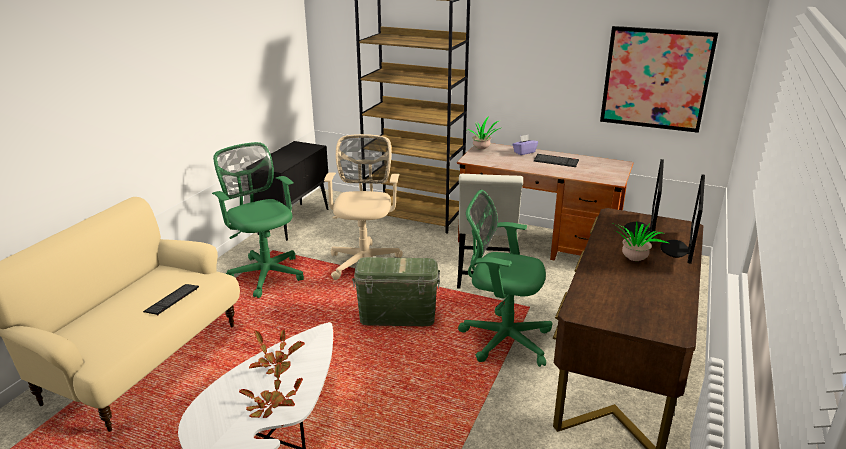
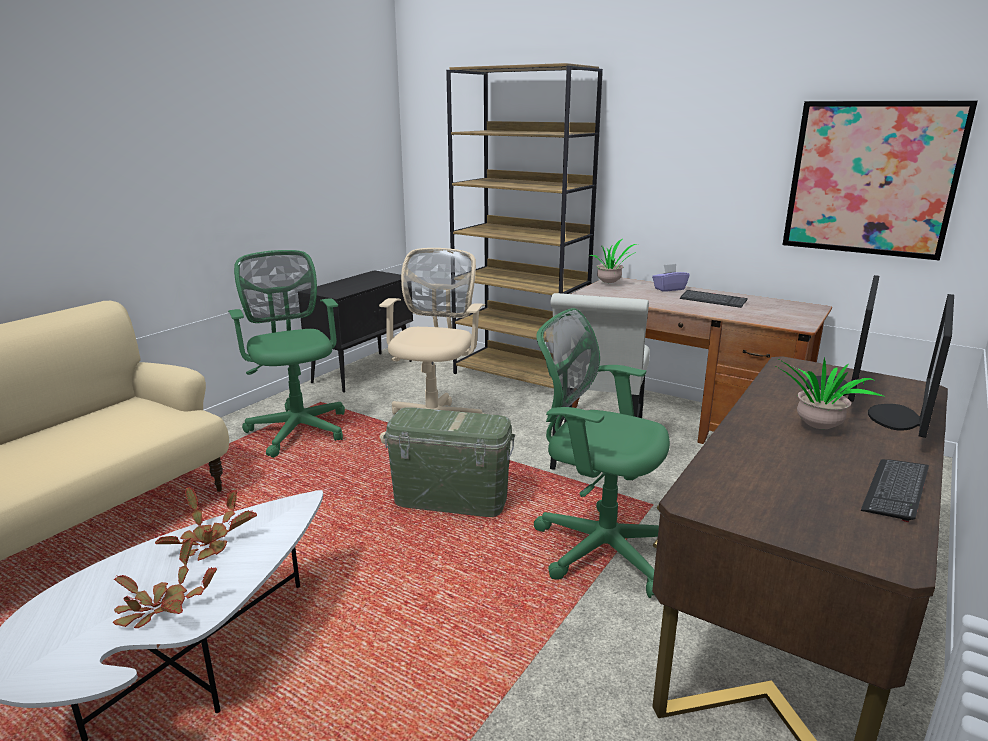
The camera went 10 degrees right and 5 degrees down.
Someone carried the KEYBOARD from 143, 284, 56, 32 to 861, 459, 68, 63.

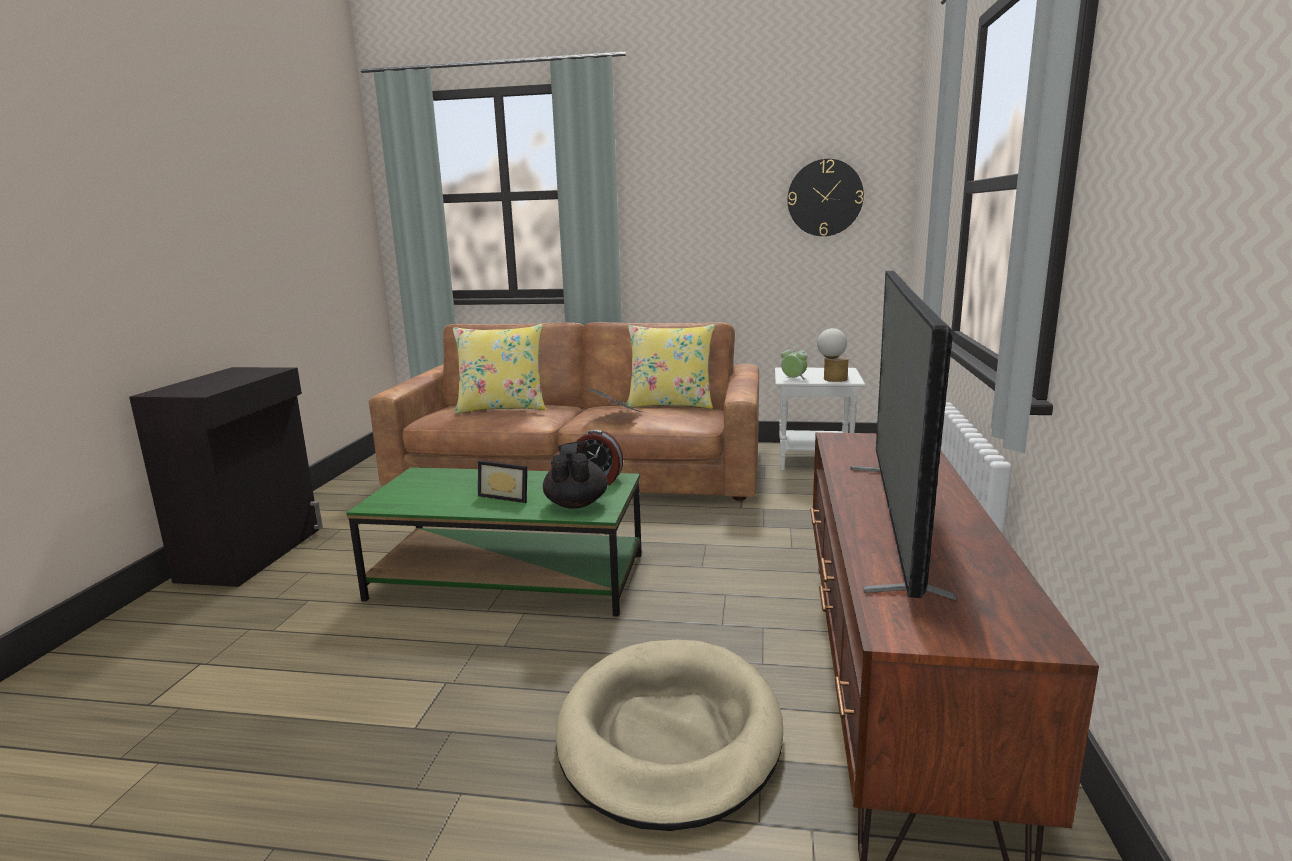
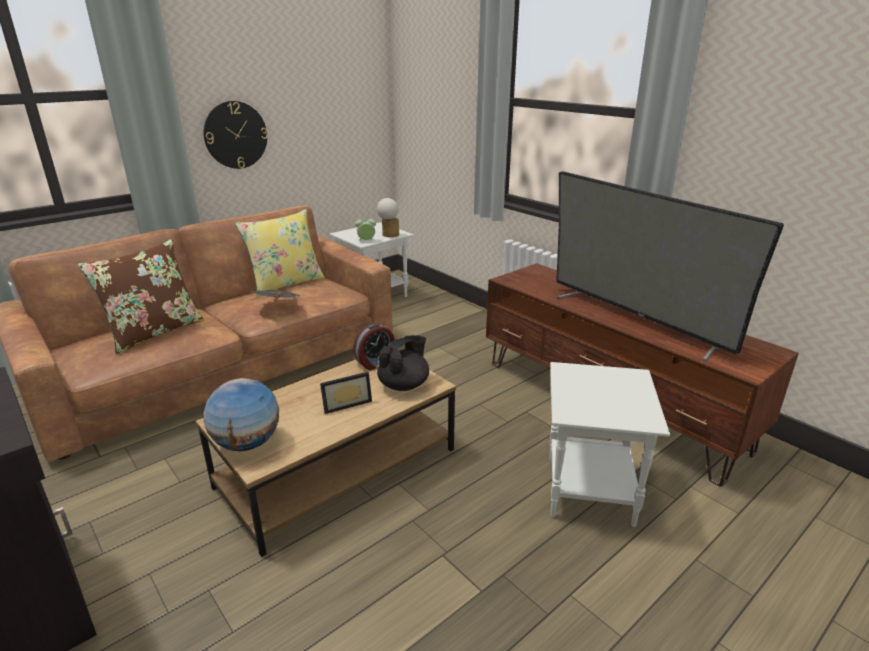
The camera went 50 degrees left and 10 degrees up.
Someone carried the WALL CLOCK from 788, 159, 76, 77 to 203, 101, 65, 68.
Someone repainted the YELLOW PILLOW at 453, 324, 93, 90, which became the BROWN PILLOW at 78, 239, 126, 115.
Someone rotated the BLACK TEAPOT at 543, 441, 65, 67 by 90 degrees clockwise.
Someone repainted the GREEN COFFEE TABLE at 346, 467, 296, 150, which became the BROWN COFFEE TABLE at 196, 359, 260, 198.
Someone swapped the BEIGE DOG BED at 556, 640, 227, 191 for the WHITE SIDE TABLE at 549, 362, 121, 165.
Someone put down the GLOBE at 203, 378, 76, 73.

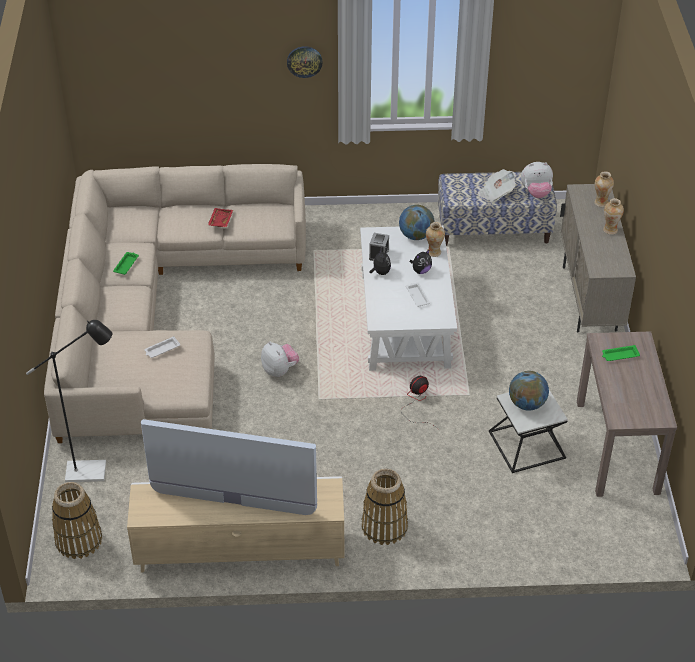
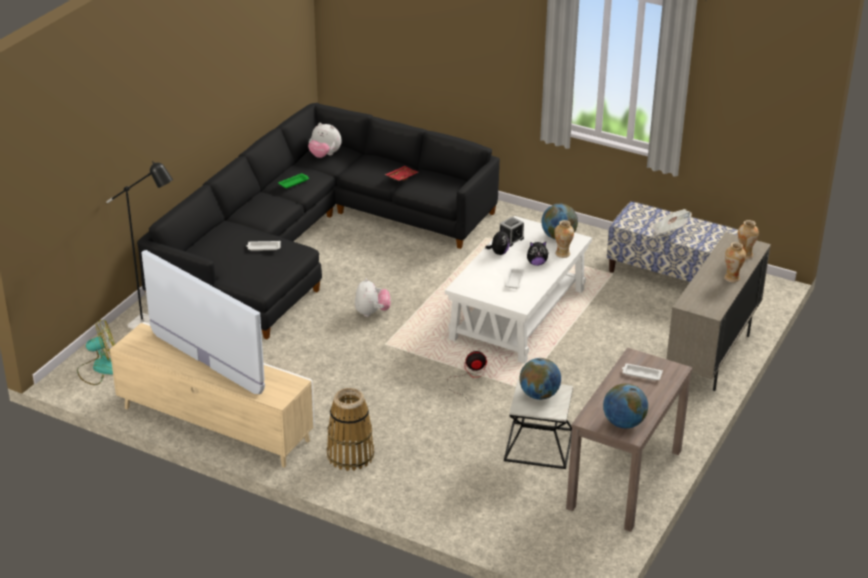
The camera went 30 degrees right and 10 degrees down.
Someone took away the WALL CLOCK at 287, 46, 35, 32.
Someone carried the PLUSH TOY from 521, 162, 32, 36 to 308, 123, 33, 35.
Someone repainted the BEIGE SOFA at 44, 164, 262, 279, which became the BLACK SOFA at 137, 103, 363, 236.
Someone repainted the GREEN TRAY at 602, 345, 38, 16, which became the WHITE TRAY at 622, 363, 41, 18.
Someone swapped the BASKET at 52, 482, 50, 77 for the FAN at 77, 320, 38, 65.
Someone put down the GLOBE at 603, 383, 45, 45.

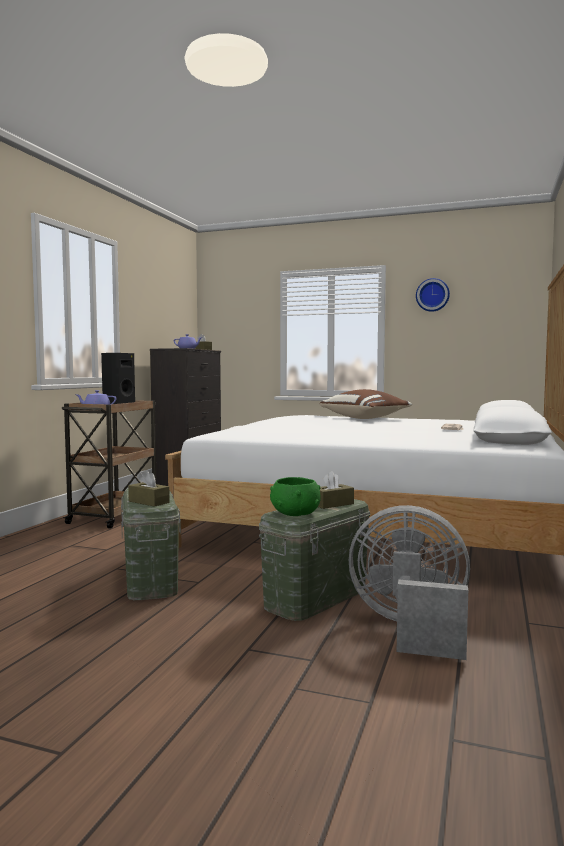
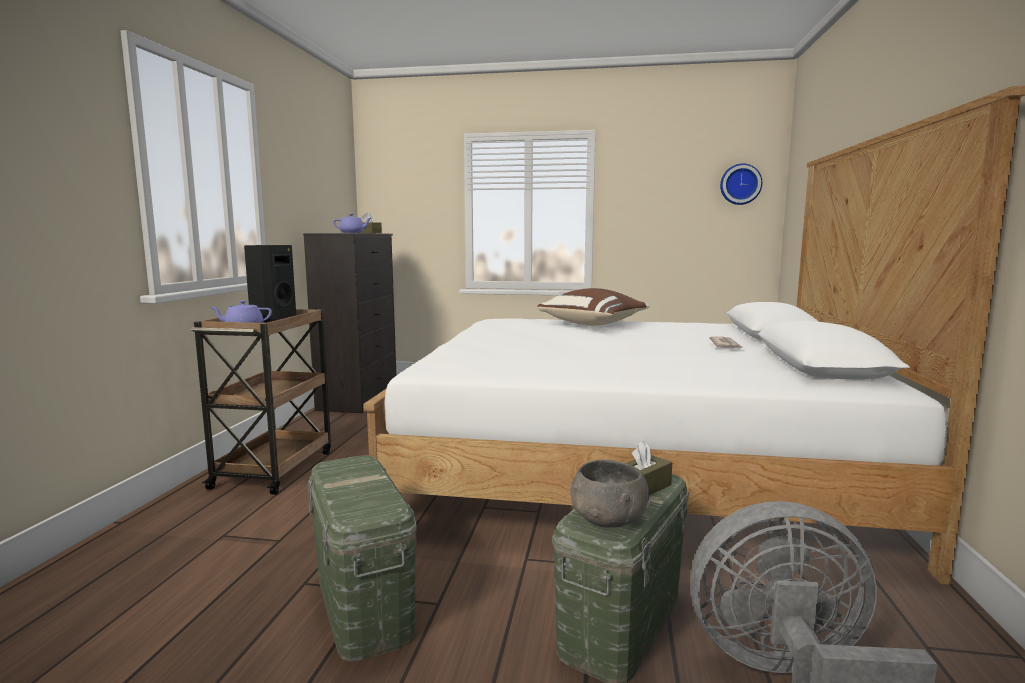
The camera went 10 degrees left and 5 degrees up.
Someone carried the WALL CLOCK from 416, 278, 34, 34 to 720, 163, 42, 42.
Someone took away the BROWN TISSUE BOX at 128, 470, 42, 37.
Someone repainted the GREEN BOWL at 270, 477, 51, 39, which became the GREY BOWL at 570, 460, 81, 68.

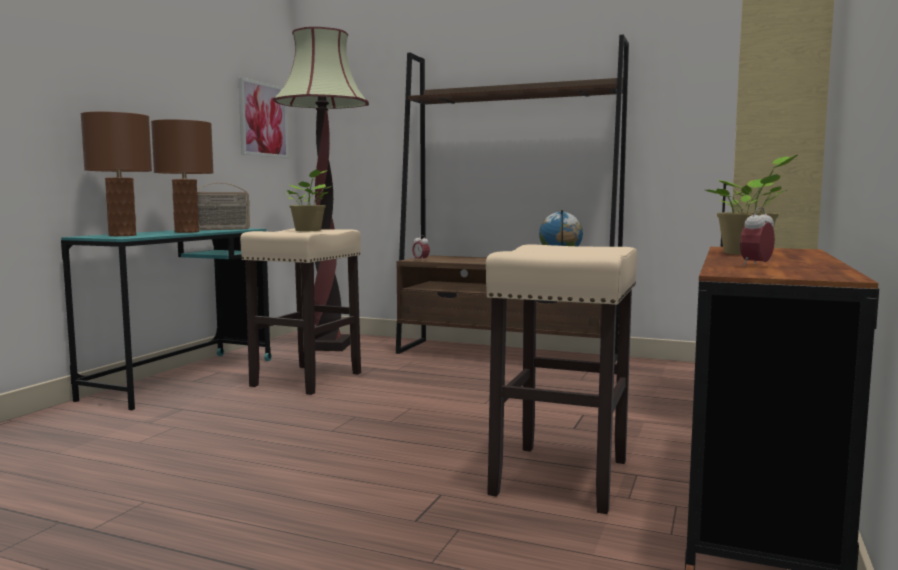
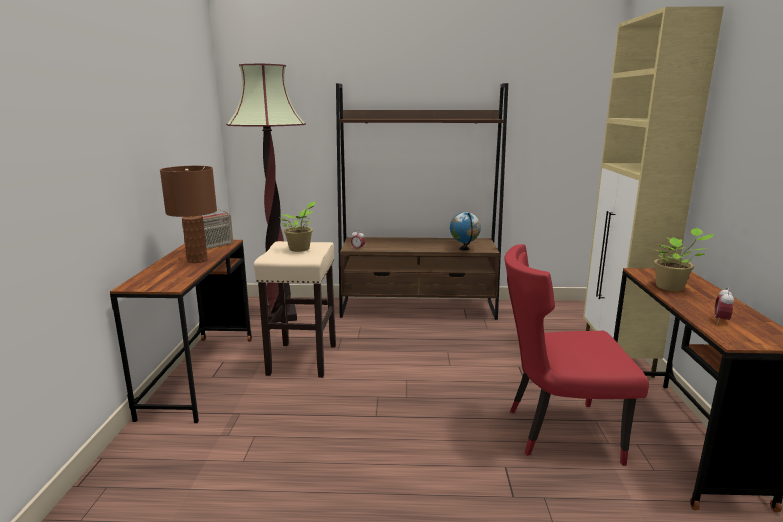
The camera went 20 degrees left and 10 degrees up.
Someone took away the PICTURE at 239, 77, 49, 81.
Someone took away the BROWN TABLE LAMP at 81, 112, 71, 124.
Someone repainted the TURQUOISE DESK at 61, 229, 211, 181, which became the BROWN DESK at 110, 240, 142, 183.
Someone swapped the BEIGE STOOL at 486, 244, 152, 270 for the RED CHAIR at 504, 244, 145, 222.

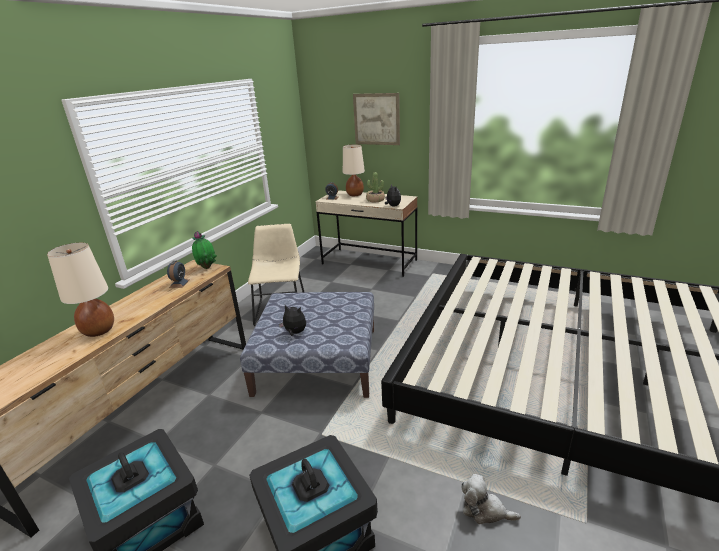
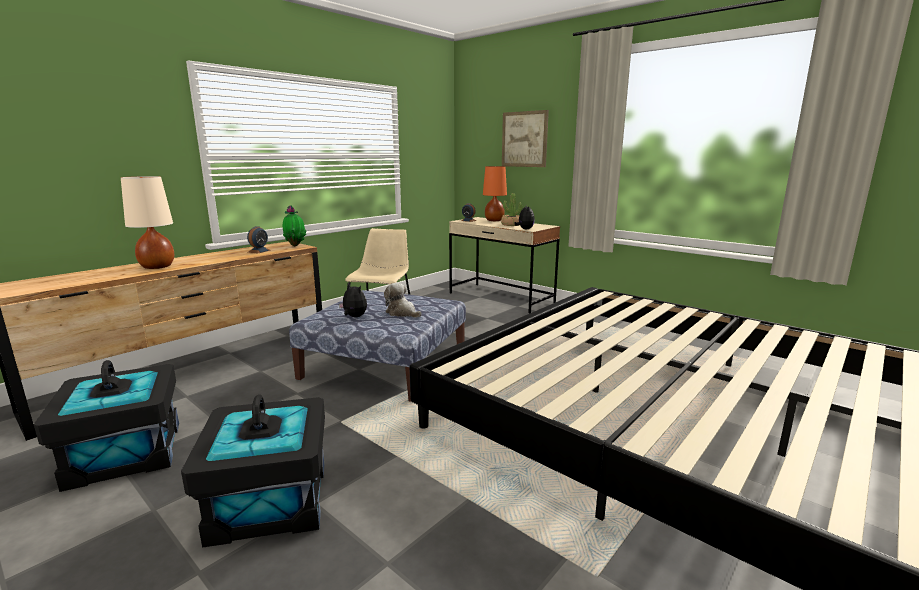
The camera went 15 degrees right and 10 degrees down.
Someone repainted the BEIGE TABLE LAMP at 343, 144, 22, 52, which became the ORANGE TABLE LAMP at 483, 166, 24, 55.
Someone carried the PLUSH TOY from 461, 474, 60, 50 to 384, 282, 38, 36.

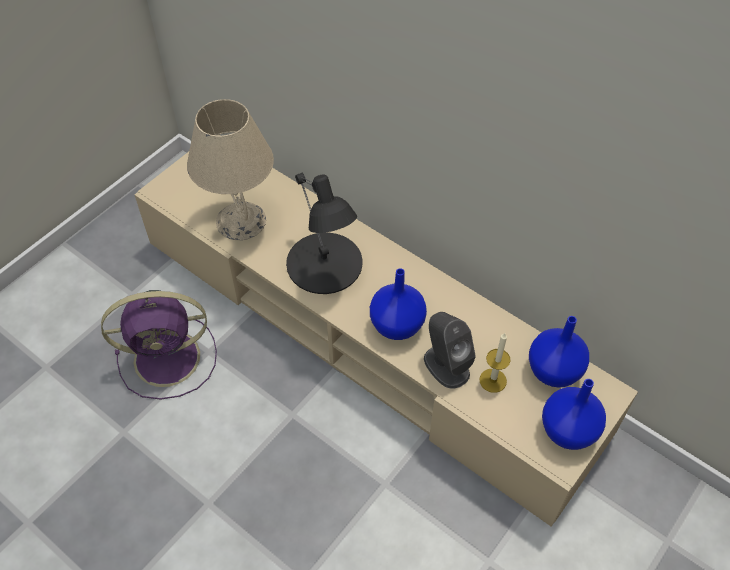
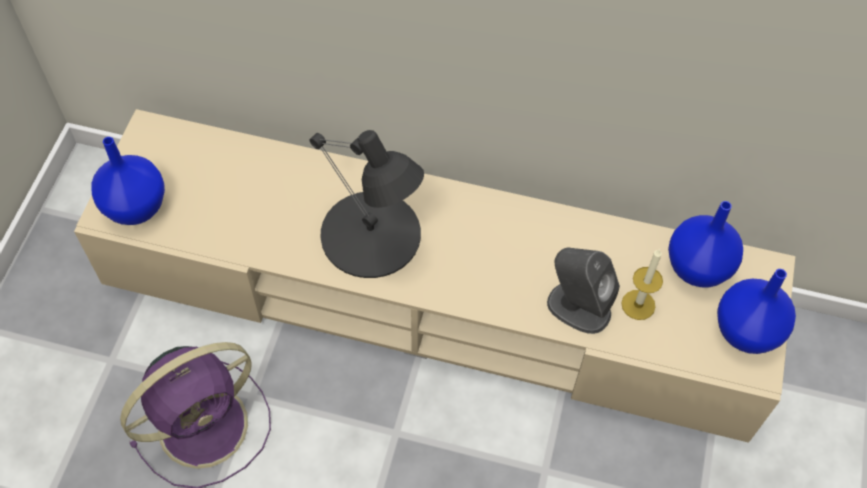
The camera went 25 degrees left and 5 degrees up.
Someone took away the BEIGE TABLE LAMP at 187, 99, 87, 141.
Someone carried the BLUE VASE from 370, 268, 57, 72 to 91, 137, 74, 88.

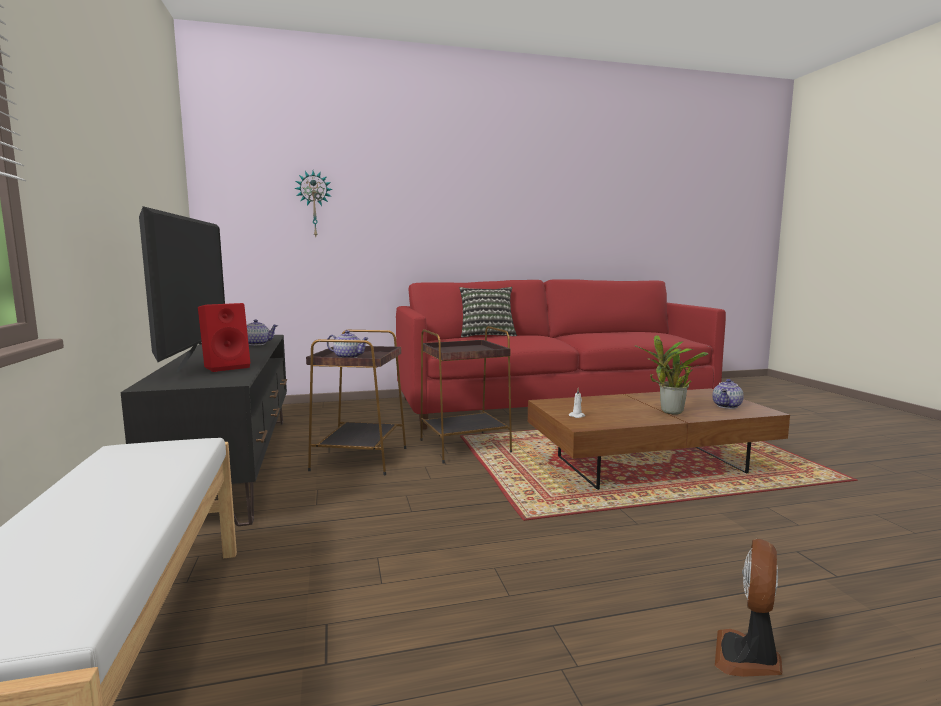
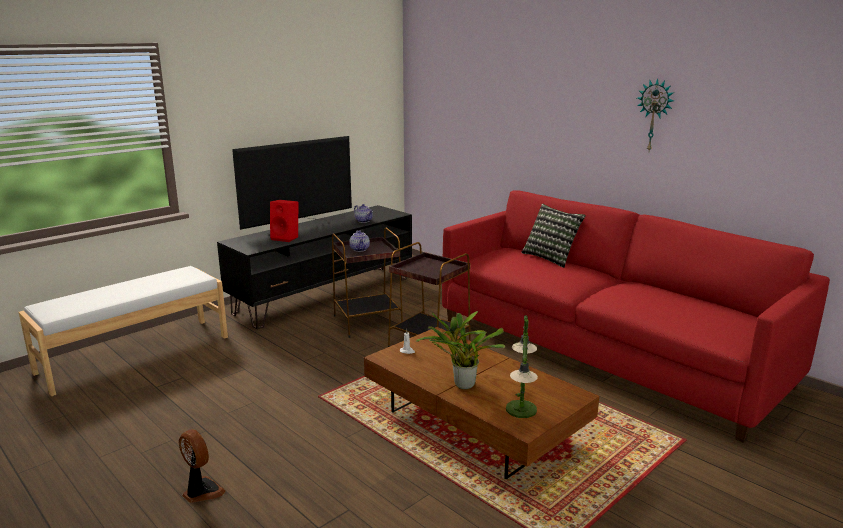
The camera went 60 degrees right and 10 degrees up.
Someone carried the WALL CLOCK from 294, 171, 39, 66 to 637, 78, 37, 73.
Someone swapped the TEAPOT at 712, 379, 32, 30 for the TABLE LAMP at 506, 315, 32, 103.
Someone rotated the FAN at 715, 539, 68, 138 by 45 degrees clockwise.

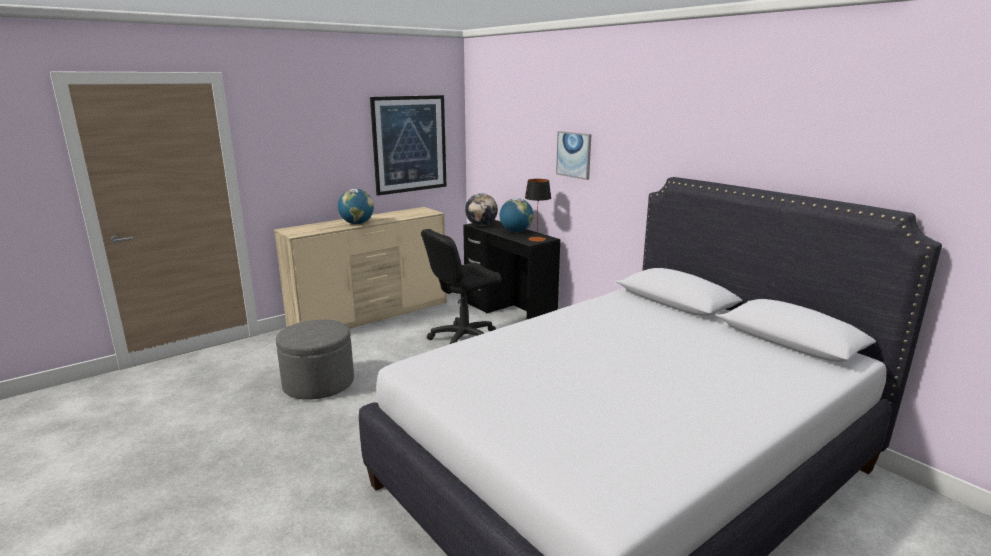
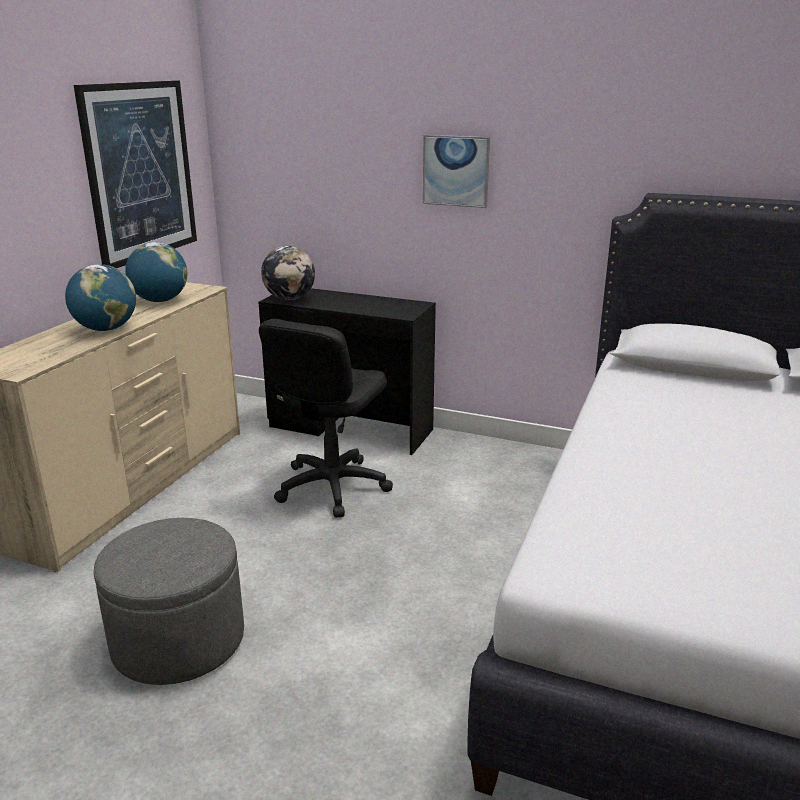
The camera went 30 degrees left and 5 degrees up.
Someone took away the TABLE LAMP at 525, 179, 26, 62.
Someone carried the GLOBE from 500, 198, 34, 34 to 125, 242, 62, 60.

